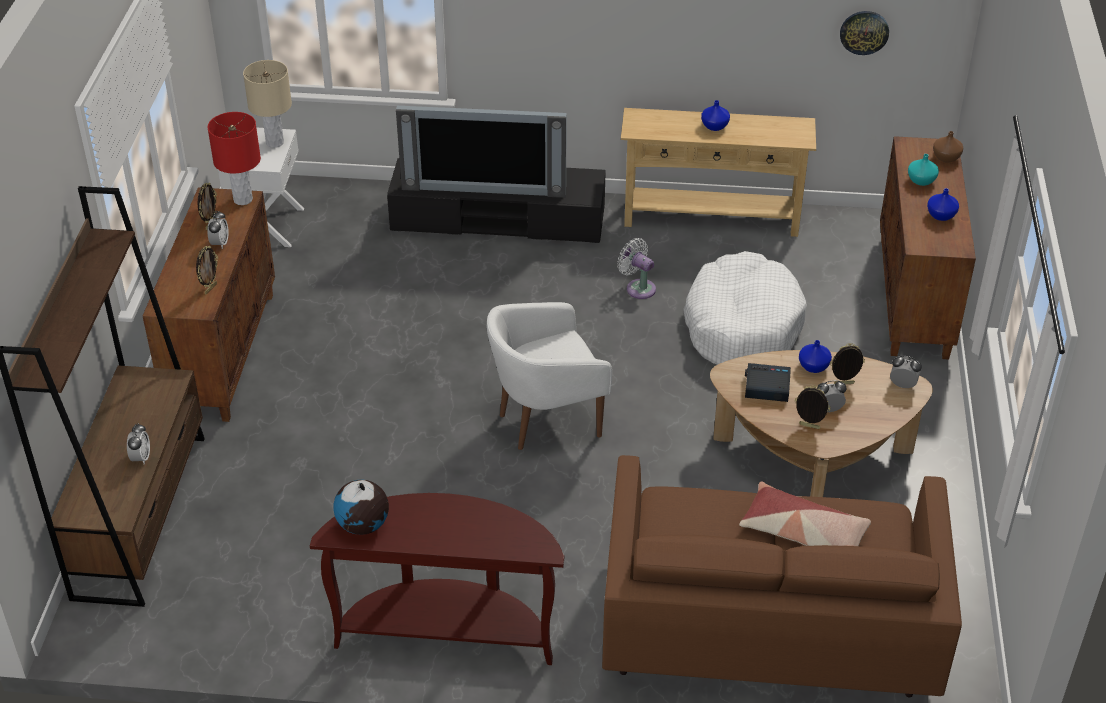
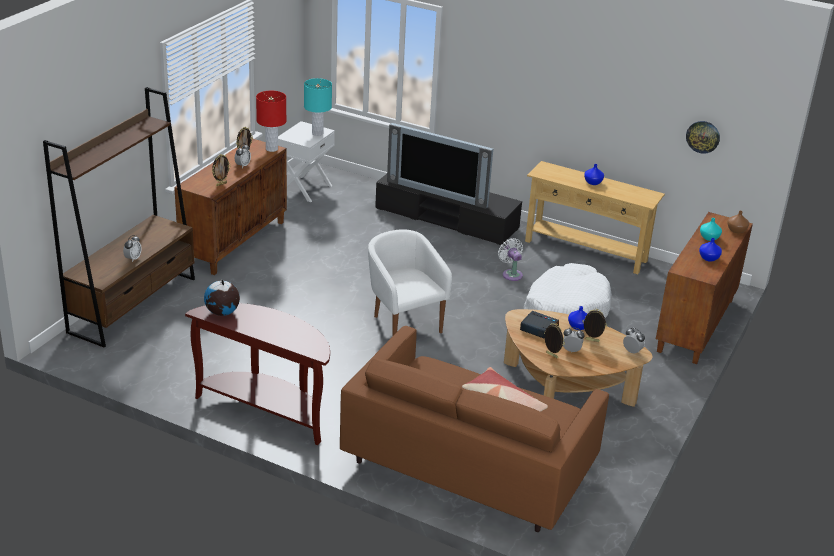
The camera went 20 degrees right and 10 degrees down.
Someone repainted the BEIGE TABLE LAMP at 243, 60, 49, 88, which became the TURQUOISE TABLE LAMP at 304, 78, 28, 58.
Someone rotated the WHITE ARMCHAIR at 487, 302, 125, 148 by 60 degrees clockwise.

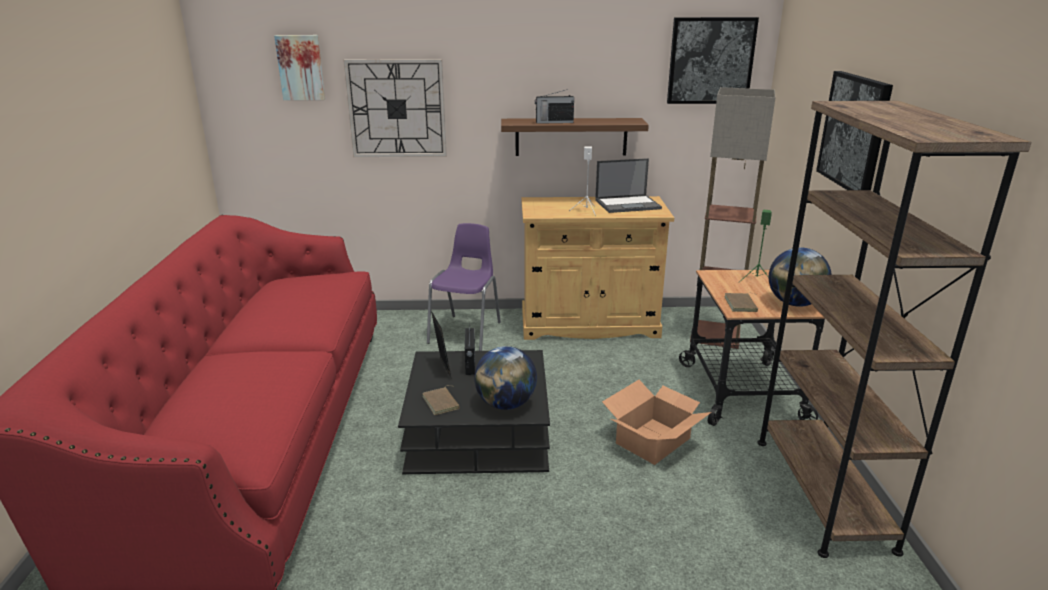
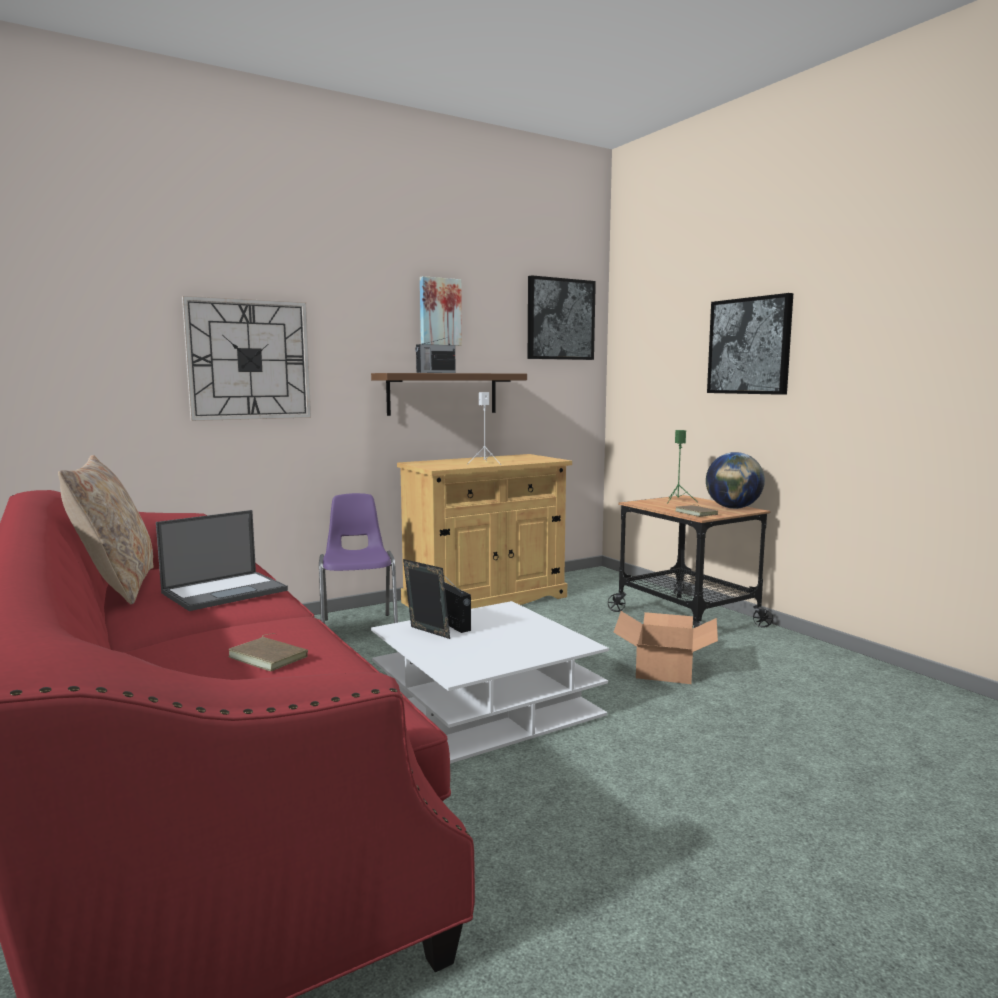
The camera went 30 degrees left and 15 degrees down.
Someone carried the PICTURE from 274, 35, 51, 65 to 420, 276, 42, 70.
Someone took away the FLOOR LAMP at 690, 87, 86, 262.
Someone took away the BROWN BOOKCASE at 757, 101, 275, 457.
Someone carried the LAPTOP from 595, 158, 67, 55 to 156, 510, 132, 101.
Someone took away the GLOBE at 474, 346, 63, 64.
Someone repainted the BLACK COFFEE TABLE at 398, 350, 152, 124, which became the WHITE COFFEE TABLE at 371, 601, 238, 163.
Someone carried the BROWN BOOK from 423, 387, 37, 28 to 228, 634, 80, 37.
Someone put down the BEIGE PILLOW at 58, 455, 95, 149.

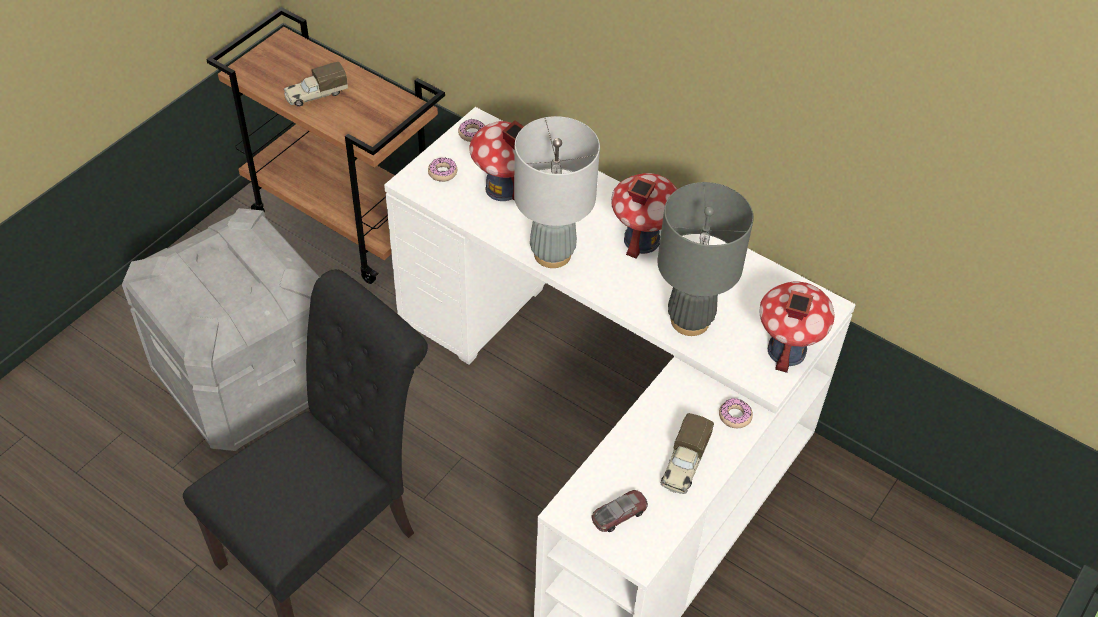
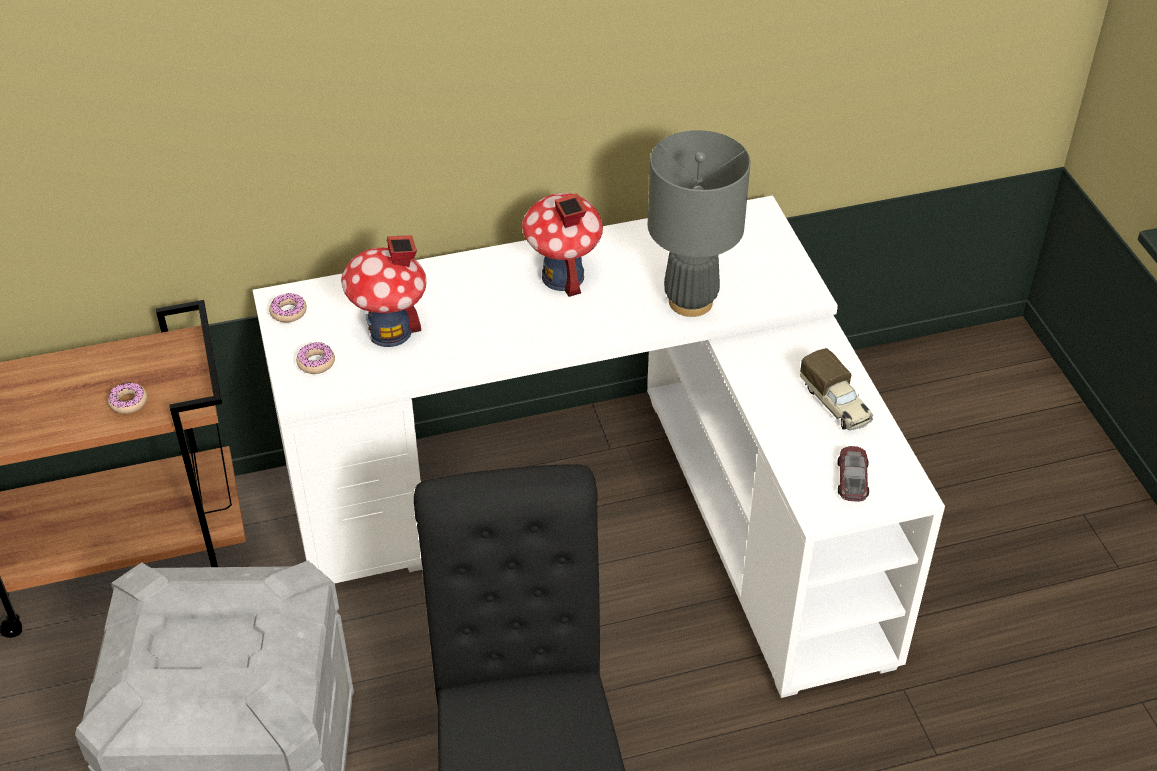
The camera went 50 degrees left and 5 degrees down.
Someone took away the TOY TRUCK at 284, 62, 64, 44.
Someone took away the GREY TABLE LAMP at 514, 116, 86, 152.
Someone took away the TOY HOUSE at 759, 282, 76, 91.
Someone carried the DONUT from 719, 398, 34, 30 to 108, 382, 39, 32.

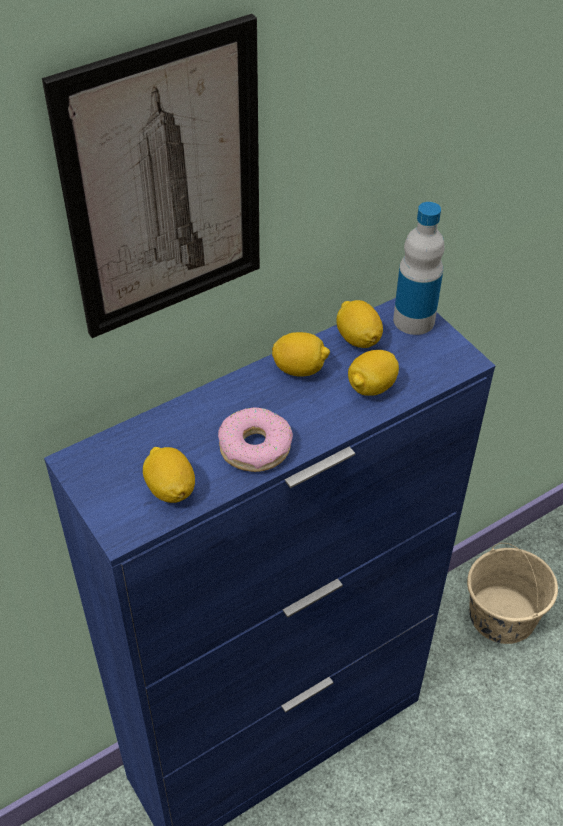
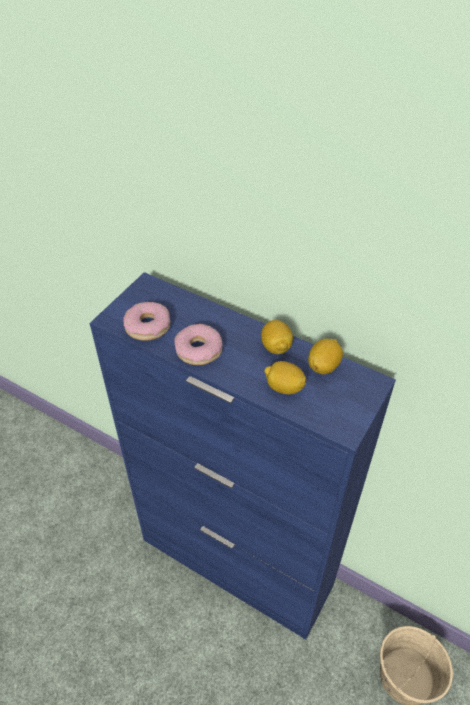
The camera went 65 degrees right and 0 degrees up.
Someone took away the PICTURE at 42, 14, 218, 324.
Someone took away the BOTTLE at 393, 202, 52, 133.
Someone swapped the LEMON at 143, 447, 52, 56 for the DONUT at 123, 302, 47, 39.

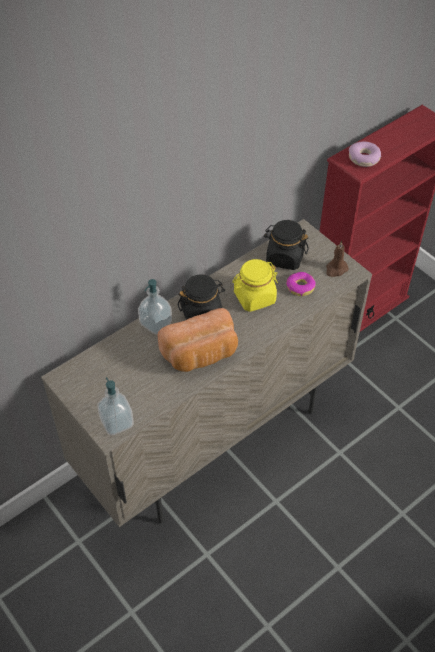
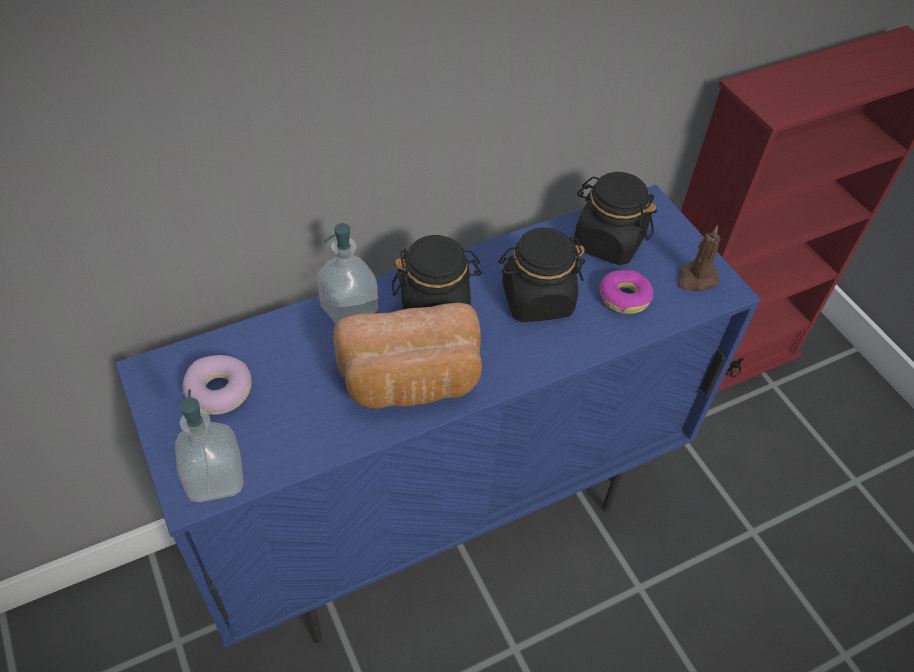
The camera went 10 degrees right and 0 degrees up.
Someone carried the DONUT from 349, 141, 32, 26 to 182, 355, 70, 60.
Someone repainted the BEIGE CABINET at 41, 219, 331, 308, which became the BLUE CABINET at 116, 185, 645, 463.
Someone repainted the YELLOW JAR at 232, 259, 46, 53, which became the BLACK JAR at 499, 227, 86, 95.

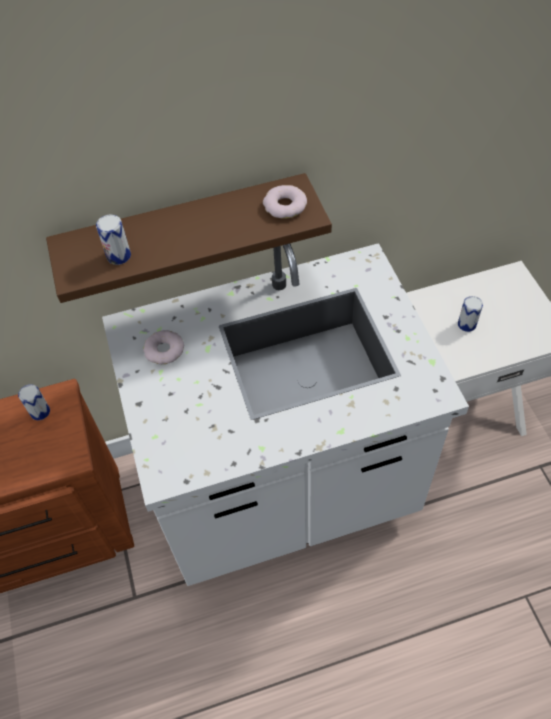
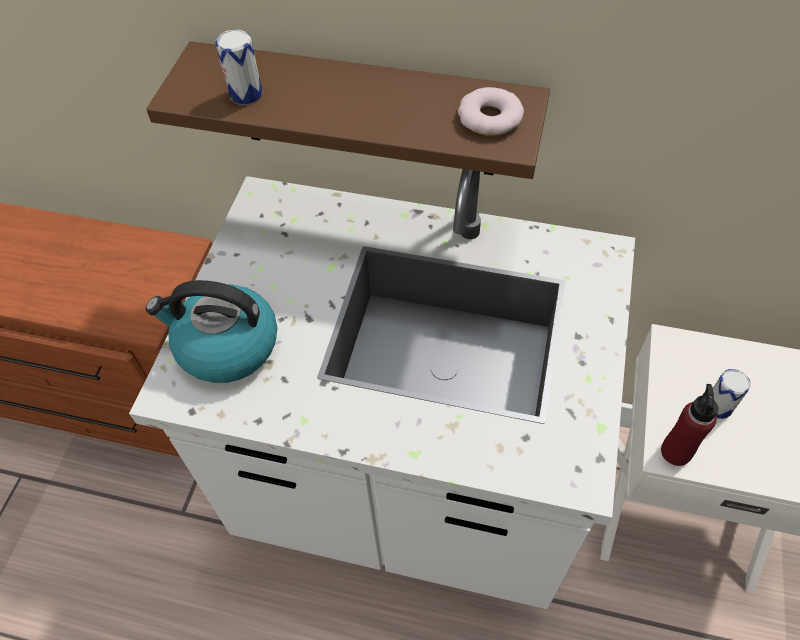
The camera went 30 degrees right and 0 degrees up.
Someone took away the DONUT at 143, 330, 41, 34.
Someone took away the CAN at 18, 384, 32, 36.
Someone put down the KETTLE at 146, 280, 131, 103.
Someone put down the RED BOTTLE at 661, 384, 57, 82.

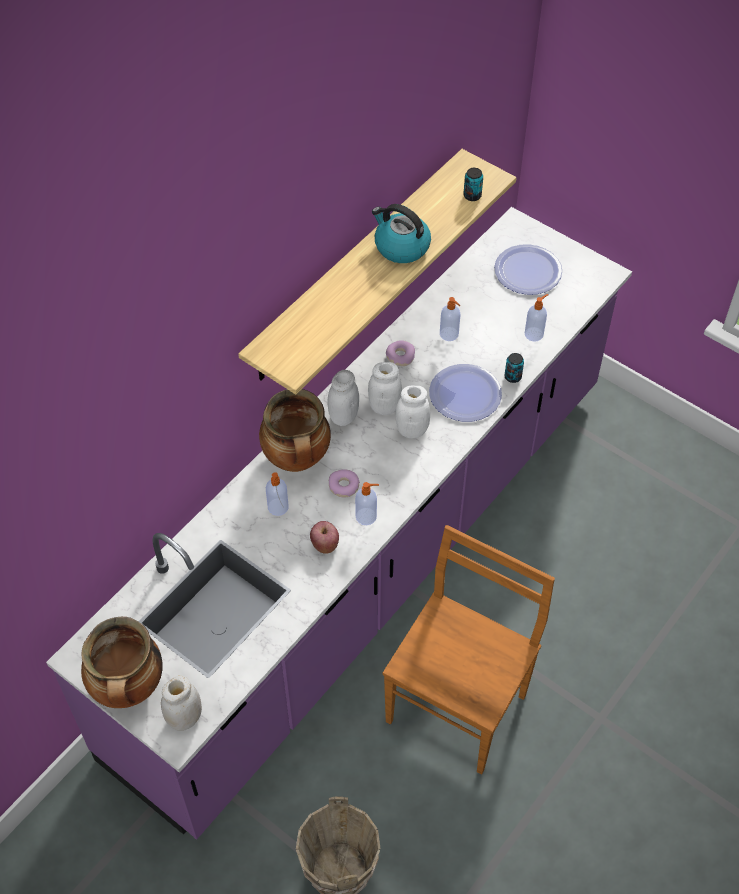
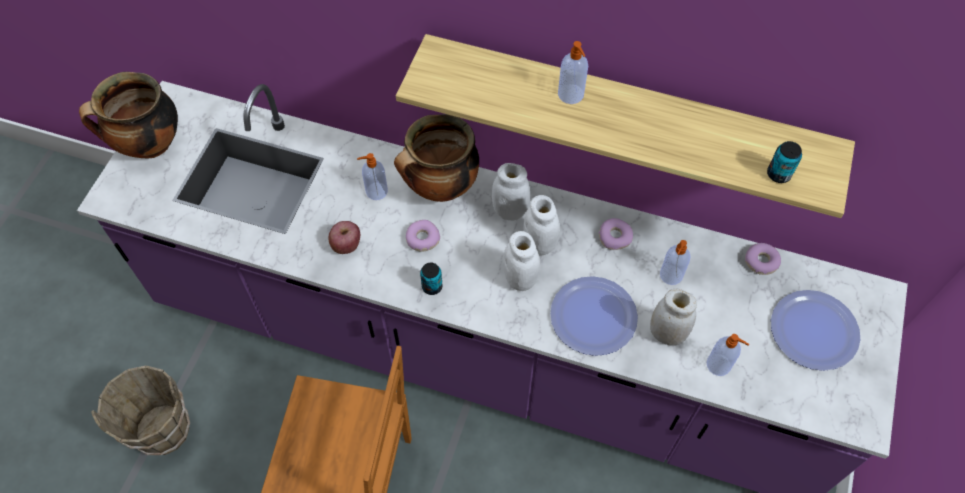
The camera went 70 degrees right and 5 degrees up.
Someone took away the KETTLE at 372, 204, 59, 59.
Someone carried the CAN from 505, 353, 19, 30 to 420, 262, 22, 33.
Someone carried the SOAP DISPENSER from 355, 482, 24, 43 to 558, 41, 30, 63.
Someone carried the WHITE JAR from 161, 676, 41, 55 to 650, 289, 47, 57.
Someone put down the DONUT at 745, 243, 36, 32.

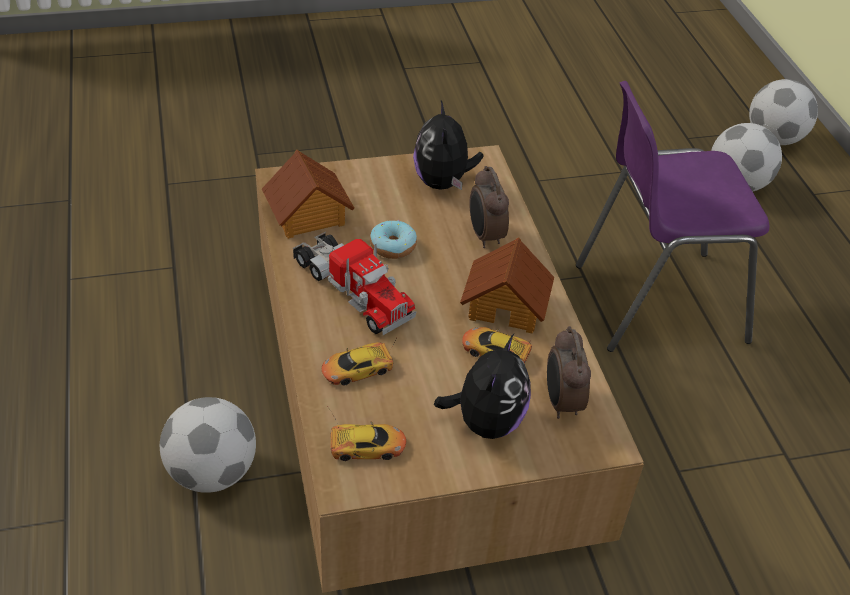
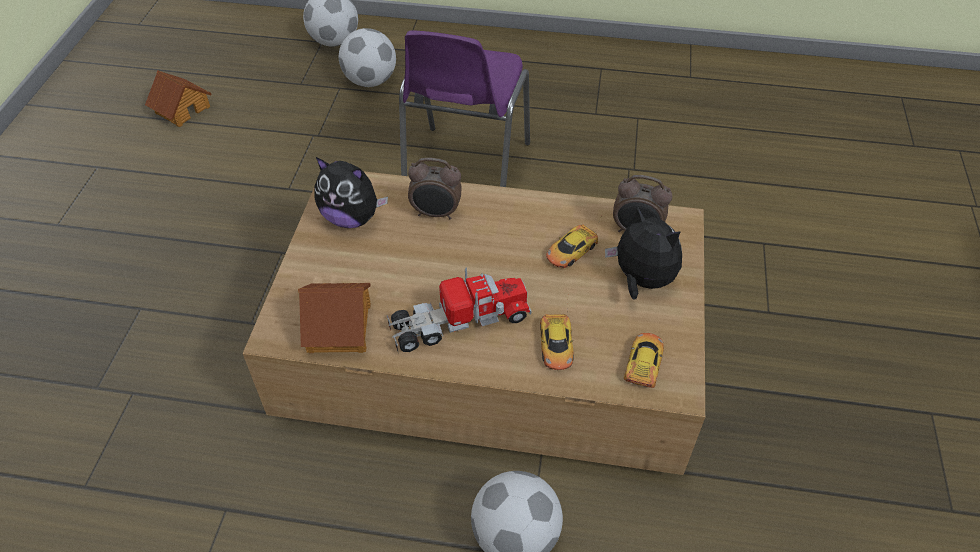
The camera went 65 degrees left and 5 degrees up.
Someone took away the DONUT at 370, 220, 47, 39.
Someone carried the TOY HOUSE from 460, 237, 94, 97 to 145, 70, 67, 57.

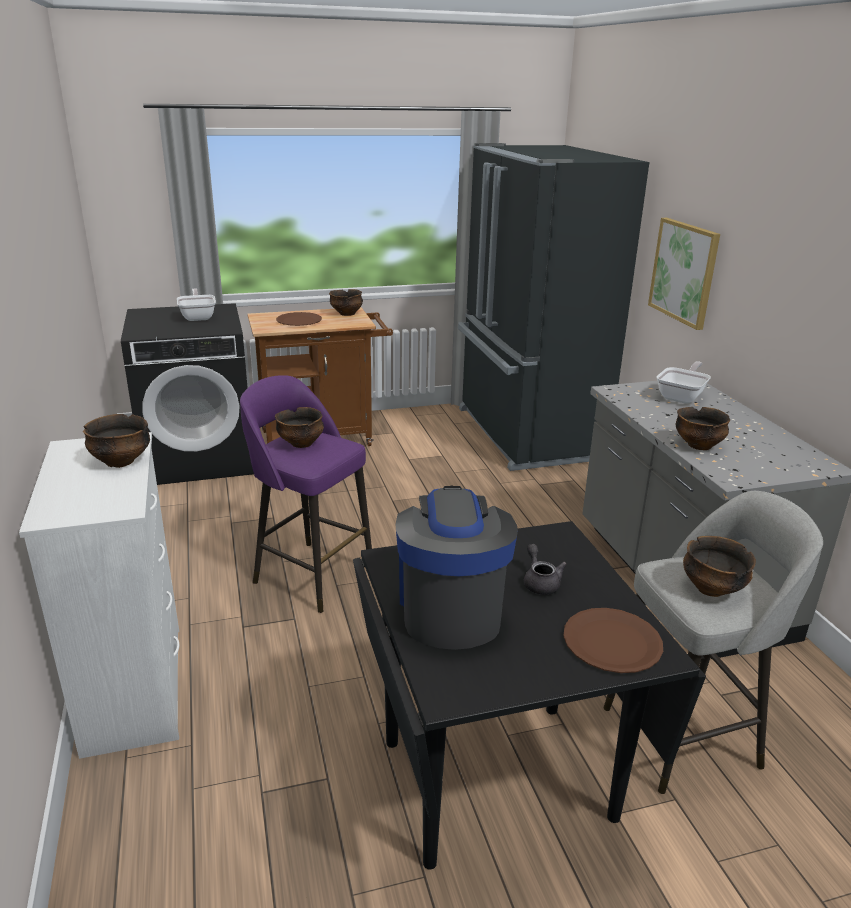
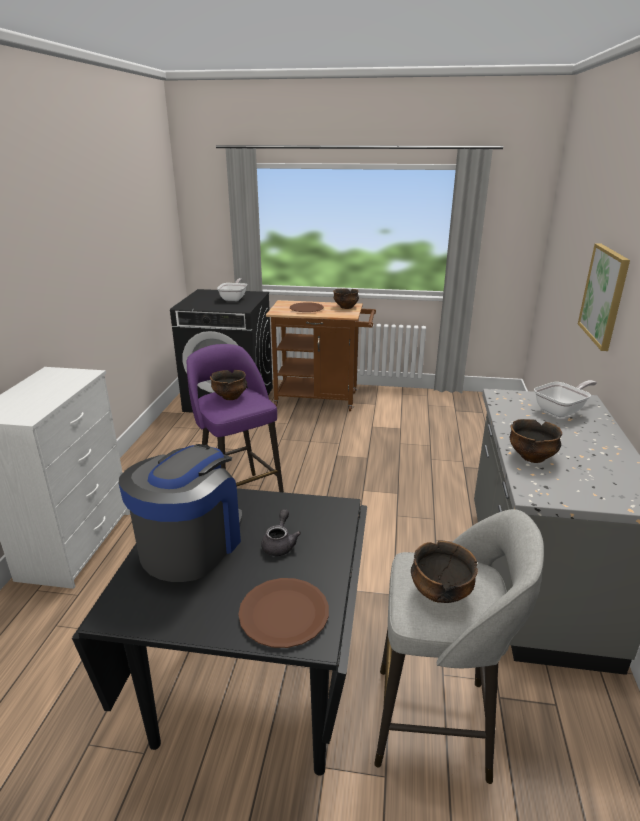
The camera went 25 degrees right and 0 degrees up.
Someone took away the BLACK FRIDGE at 458, 143, 191, 328.
Someone took away the BOWL at 83, 414, 67, 54.

